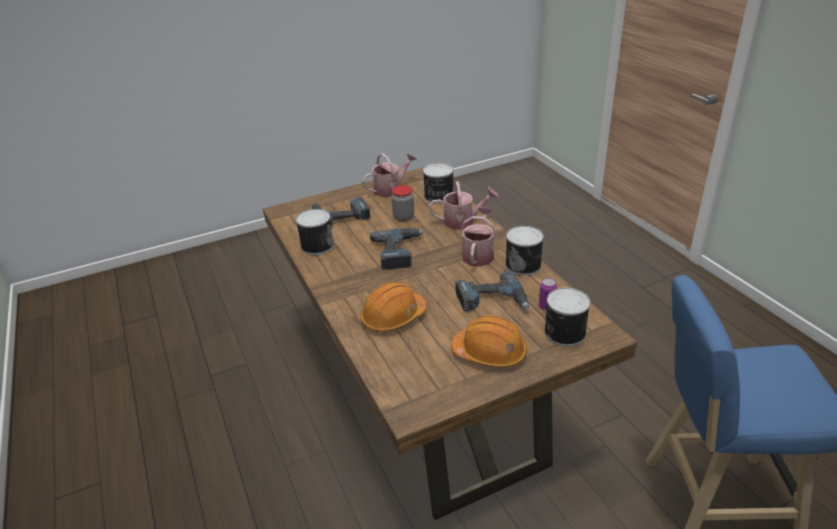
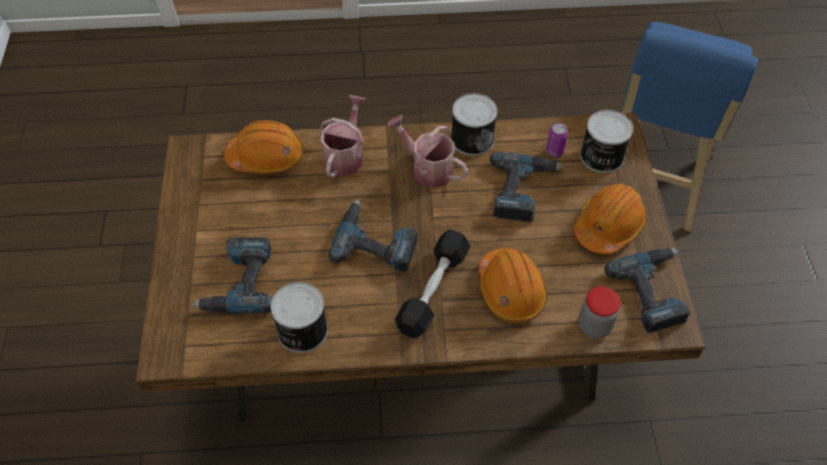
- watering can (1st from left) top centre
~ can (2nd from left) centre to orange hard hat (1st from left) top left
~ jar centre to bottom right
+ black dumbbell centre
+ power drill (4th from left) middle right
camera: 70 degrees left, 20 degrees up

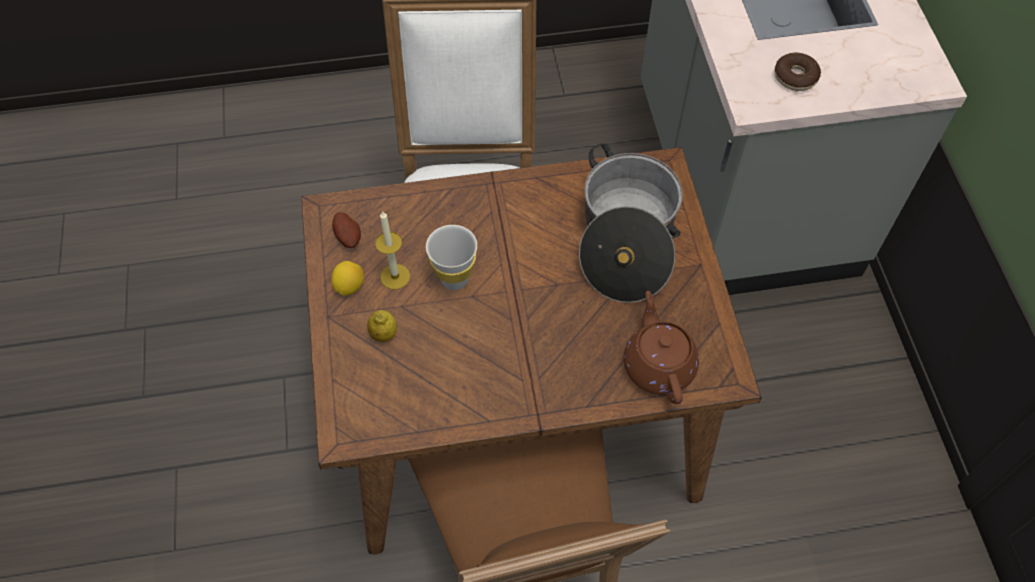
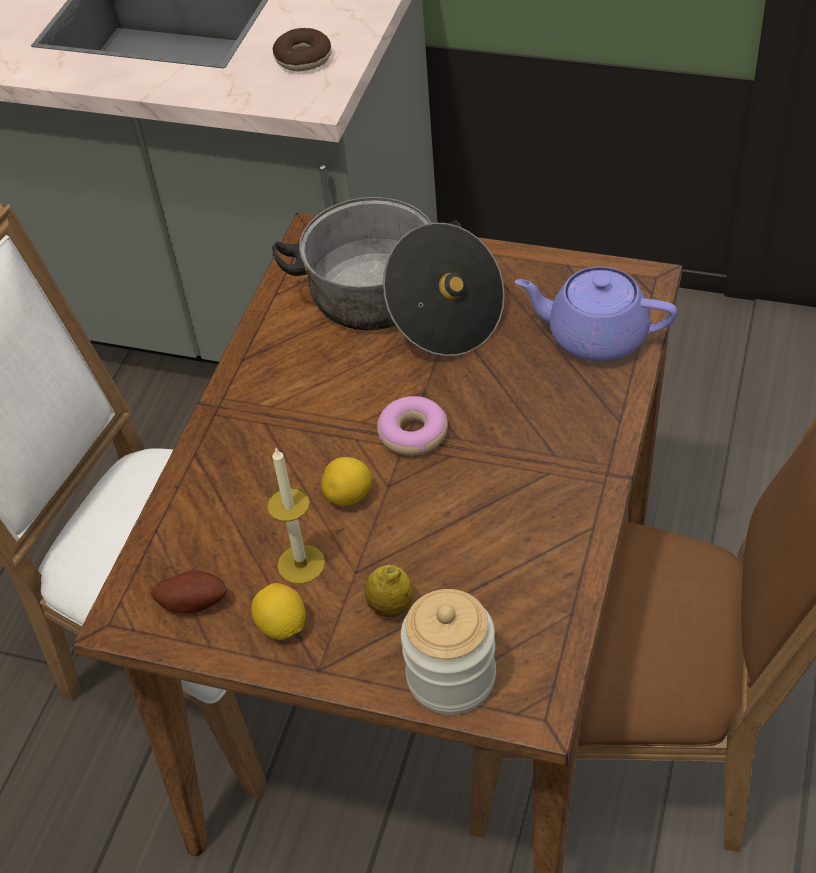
~ white cup centre to lemon (2nd from left) centre
~ brown teapot centre to purple teapot middle right
+ donut (2nd from left) centre
+ jar bottom centre
camera: 60 degrees left, 10 degrees down

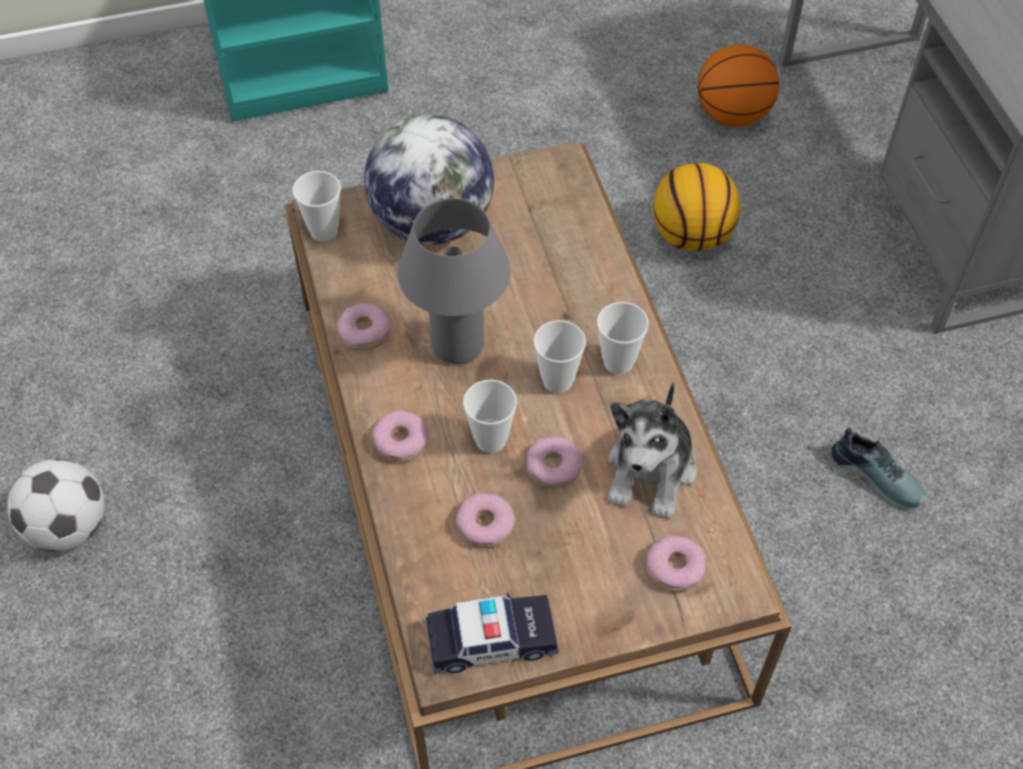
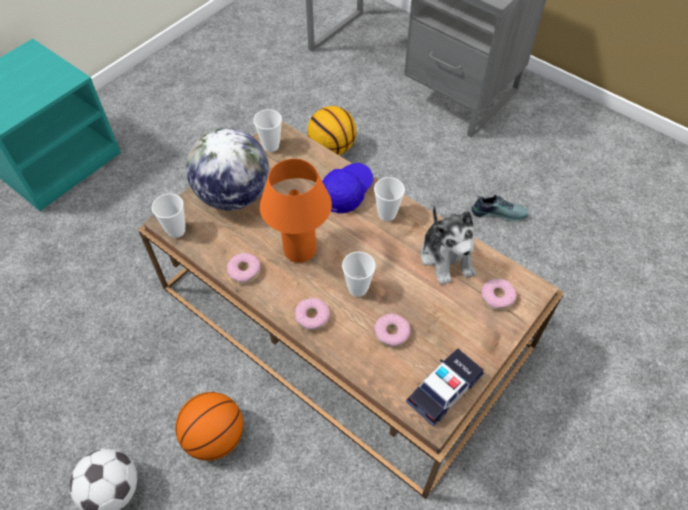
~ basketball (2nd from left in the first image) top right to basketball (1st from left) bottom left
~ grey table lamp centre to orange table lamp centre
~ cup (3rd from left in the first image) centre to cup (2nd from left) top centre
- donut (4th from left) centre
+ blue cap centre
camera: 35 degrees left, 0 degrees up

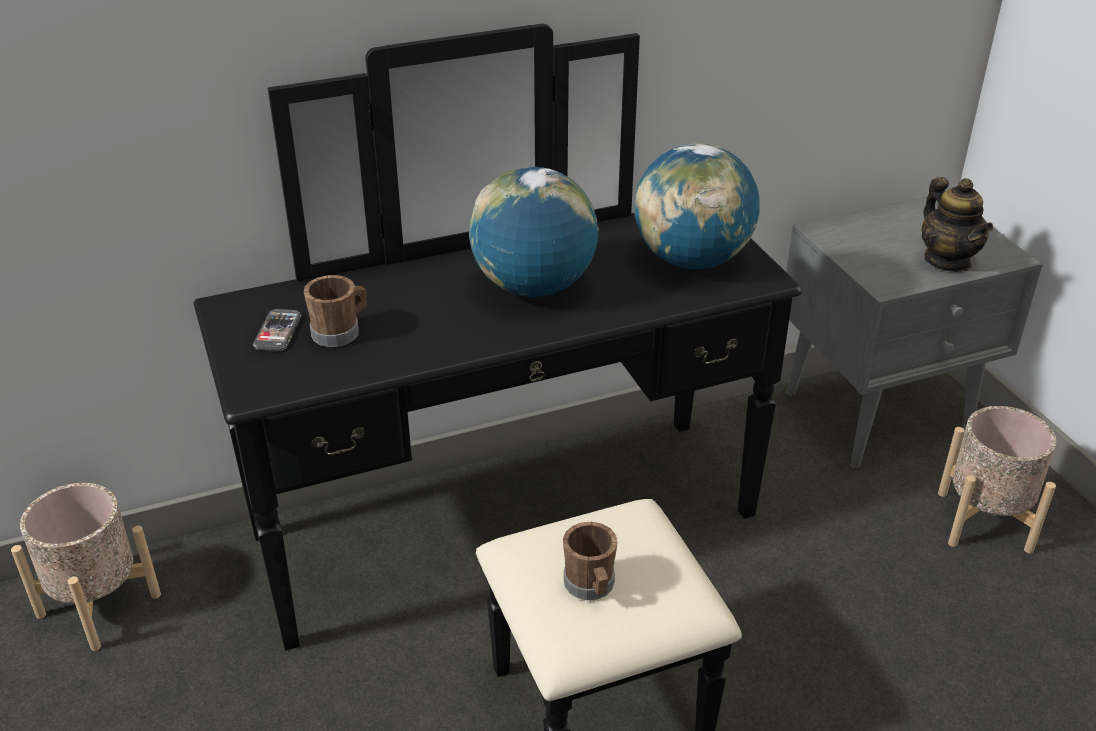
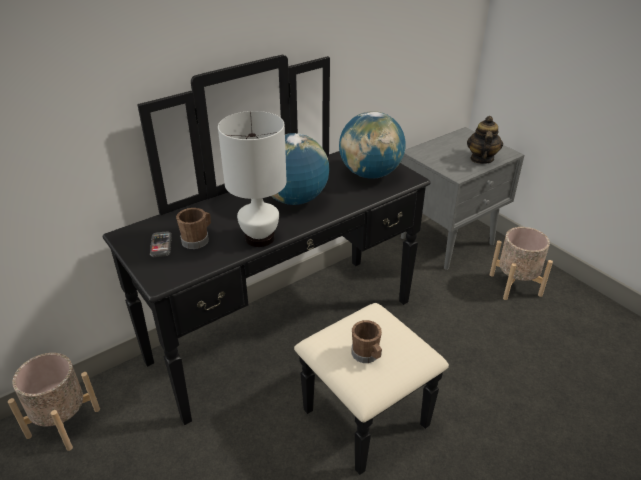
~ teapot top right = top right 135 degrees counterclockwise
+ white table lamp centre
camera: 15 degrees left, 0 degrees up

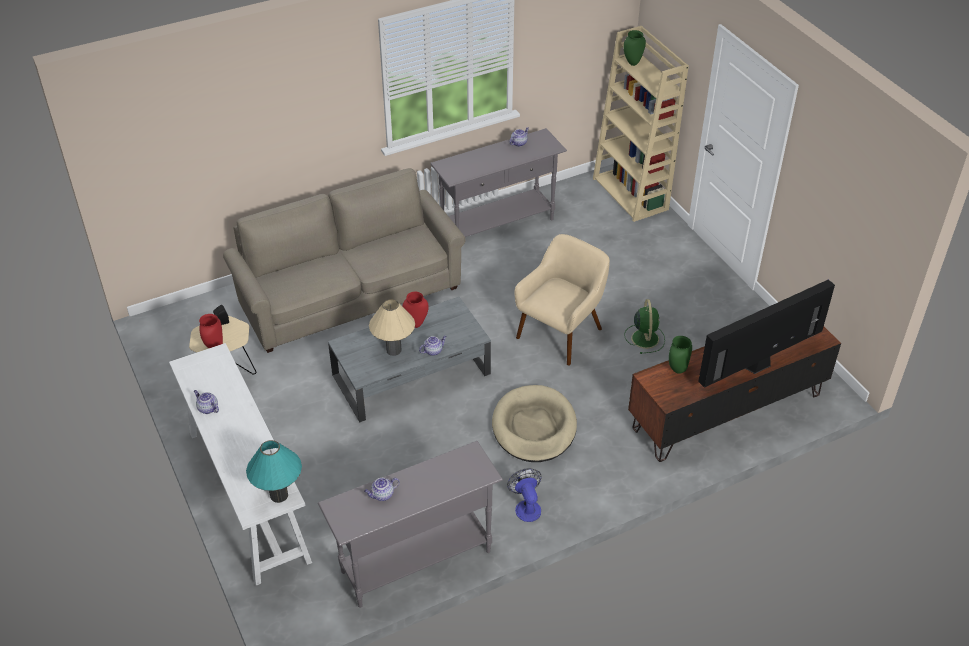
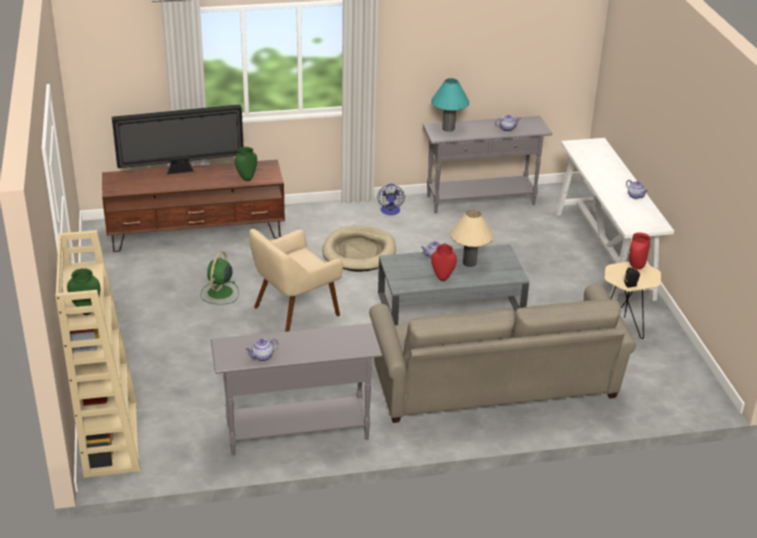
~ turquoise table lamp bottom left to top centre
camera: 165 degrees left, 10 degrees down

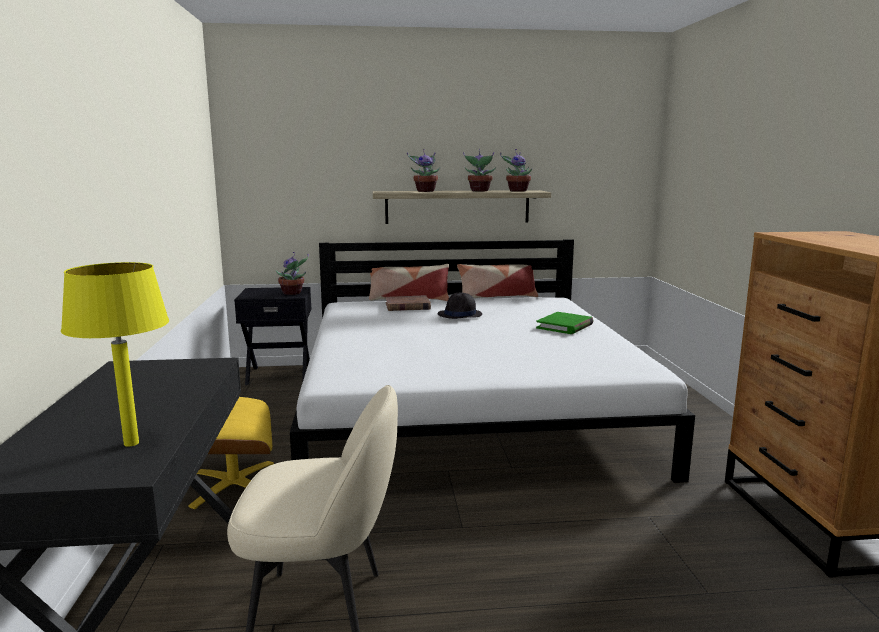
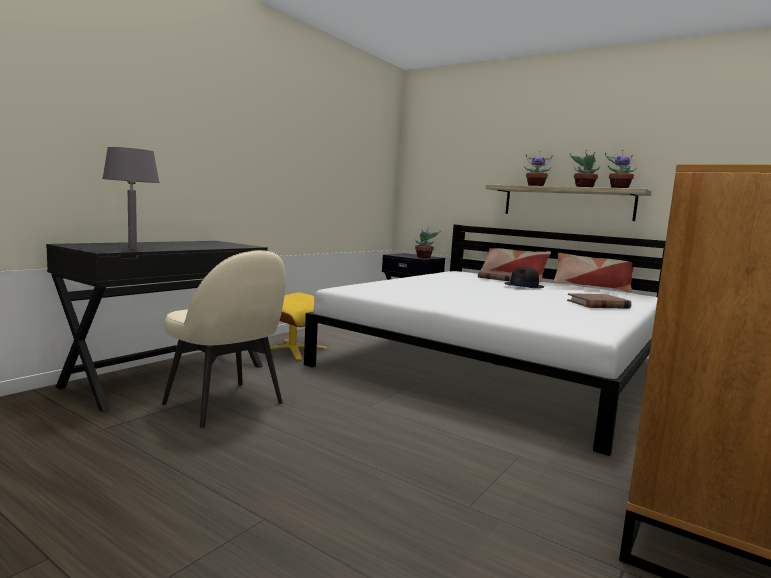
~ yellow table lamp middle left to grey table lamp middle left
~ green book centre to brown book (2nd from left) middle right
camera: 40 degrees right, 5 degrees down

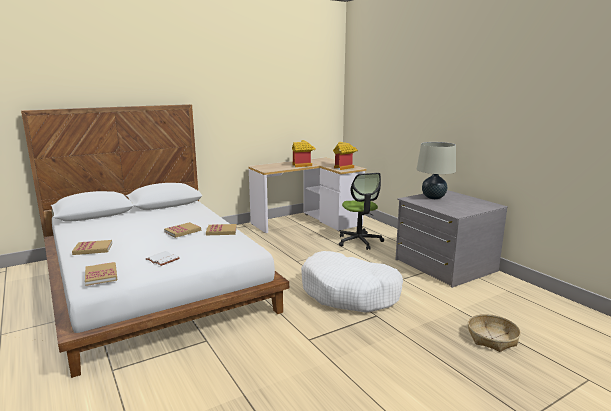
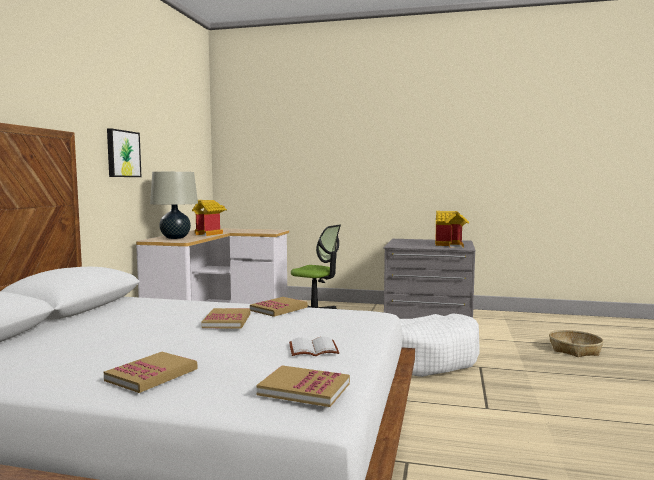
~ toy house (2nd from left) centre to middle right
~ beige table lamp middle right to middle left
+ picture top left
camera: 45 degrees left, 10 degrees down

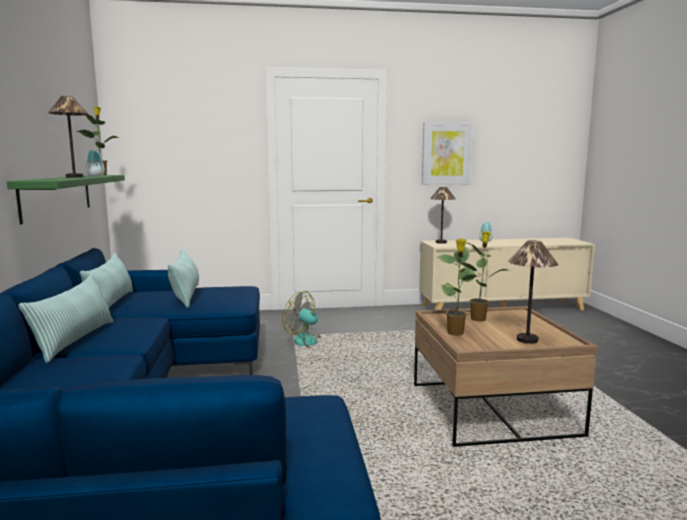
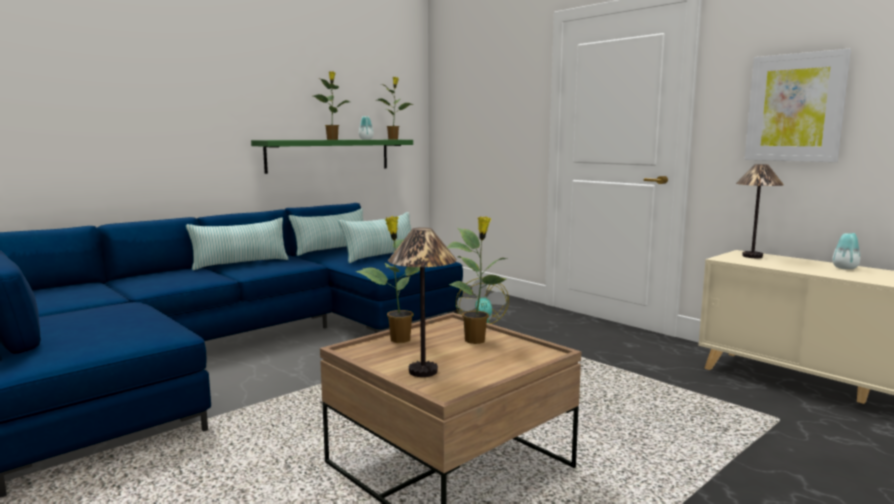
~ table lamp (1st from left) top left to potted plant (1st from left) top centre
camera: 55 degrees right, 0 degrees up

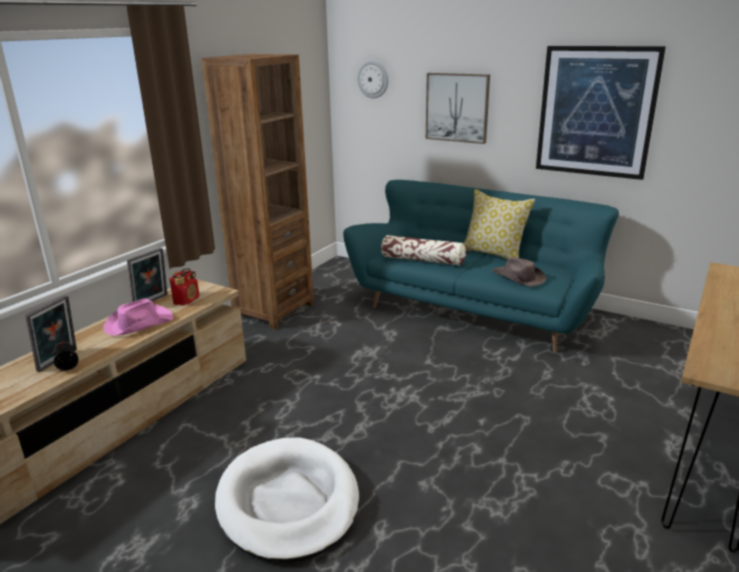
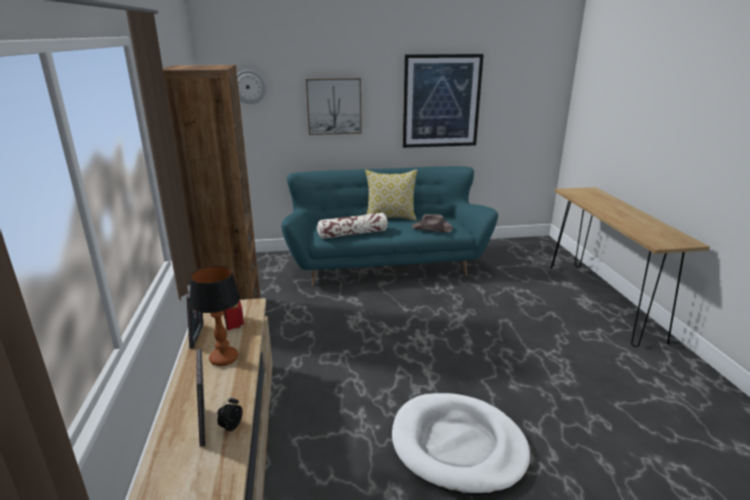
~ pink hat middle left to table lamp middle left
camera: 40 degrees left, 0 degrees up

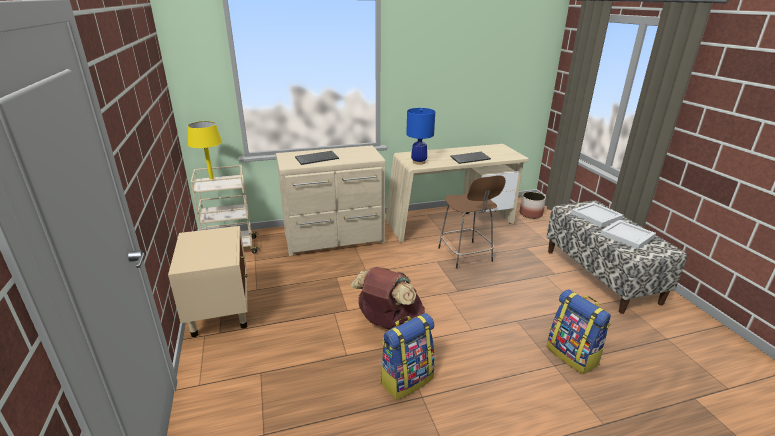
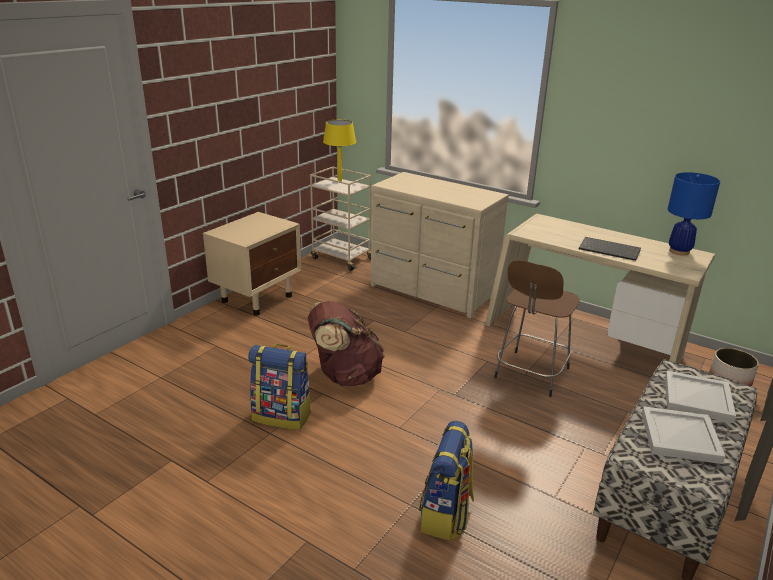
~ blue table lamp top centre to middle right
- keyboard (1st from left) centre
camera: 50 degrees right, 0 degrees up

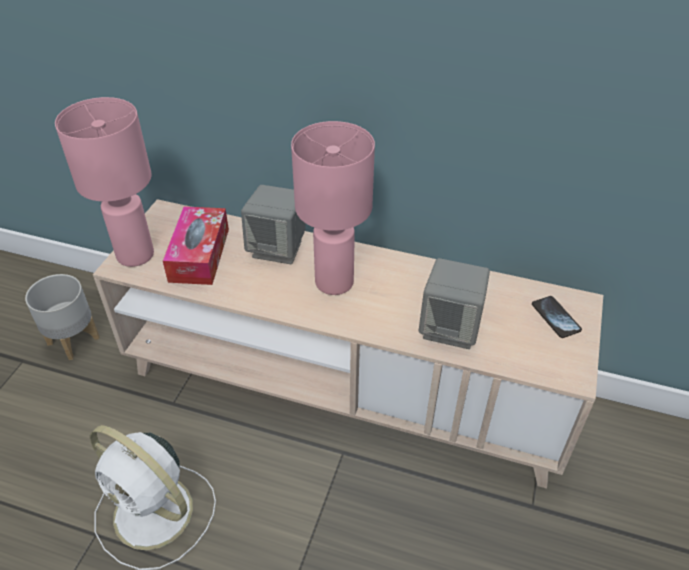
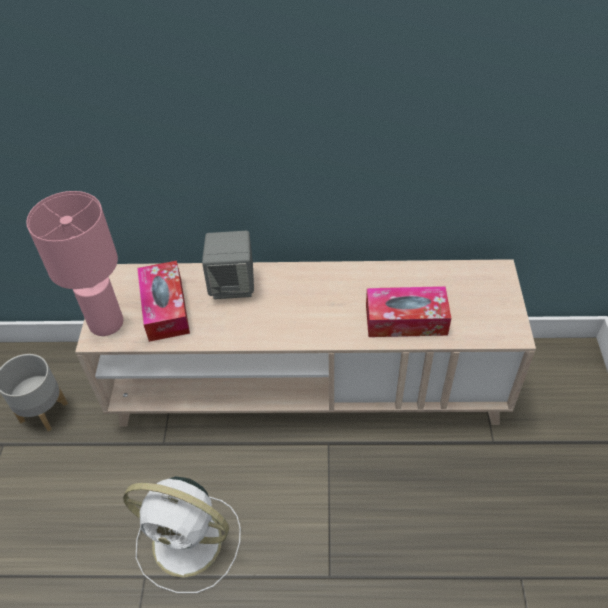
- pink table lamp (2nd from left) centre
~ grey speaker (2nd from left) centre to tissue box (2nd from left) middle right
- phone middle right
camera: 15 degrees left, 5 degrees up

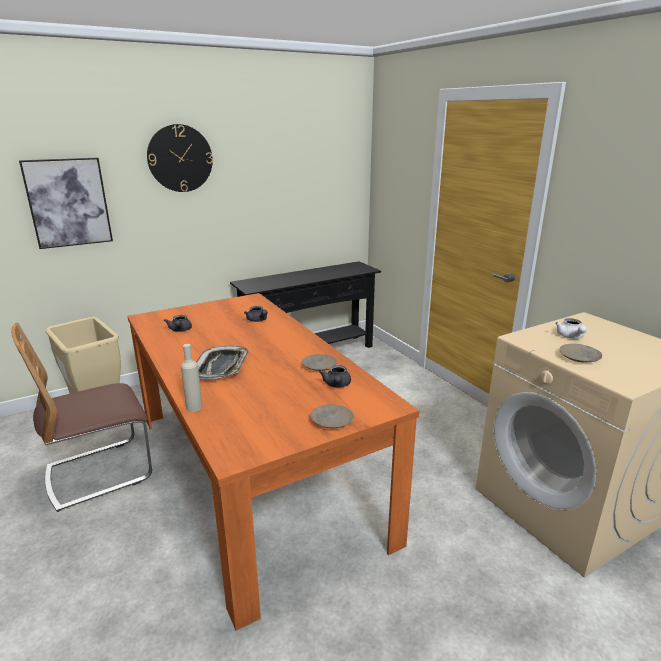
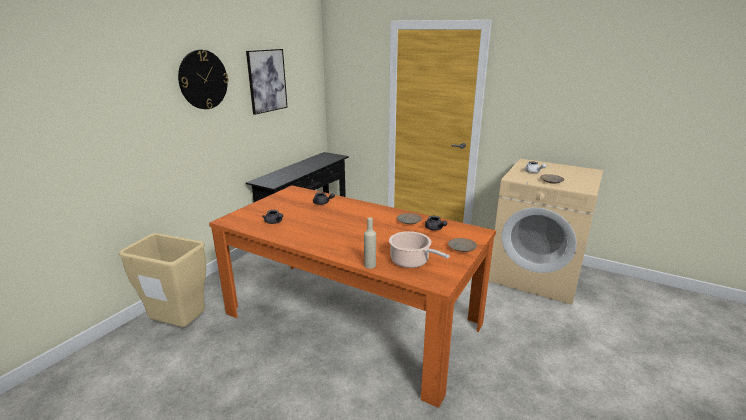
~ picture top left to top centre
- chair middle left
- tray centre
+ cooking pot centre
camera: 30 degrees left, 0 degrees up

